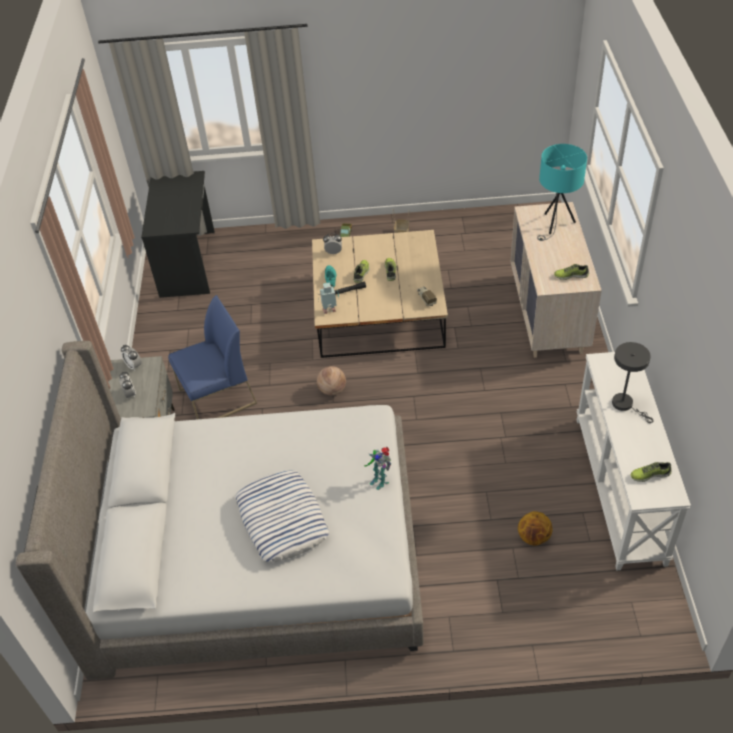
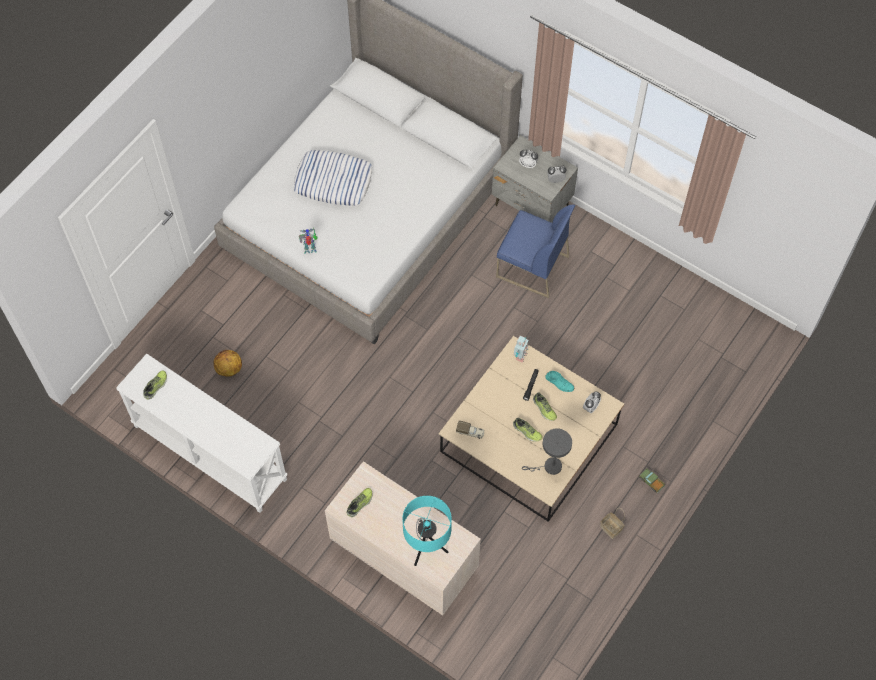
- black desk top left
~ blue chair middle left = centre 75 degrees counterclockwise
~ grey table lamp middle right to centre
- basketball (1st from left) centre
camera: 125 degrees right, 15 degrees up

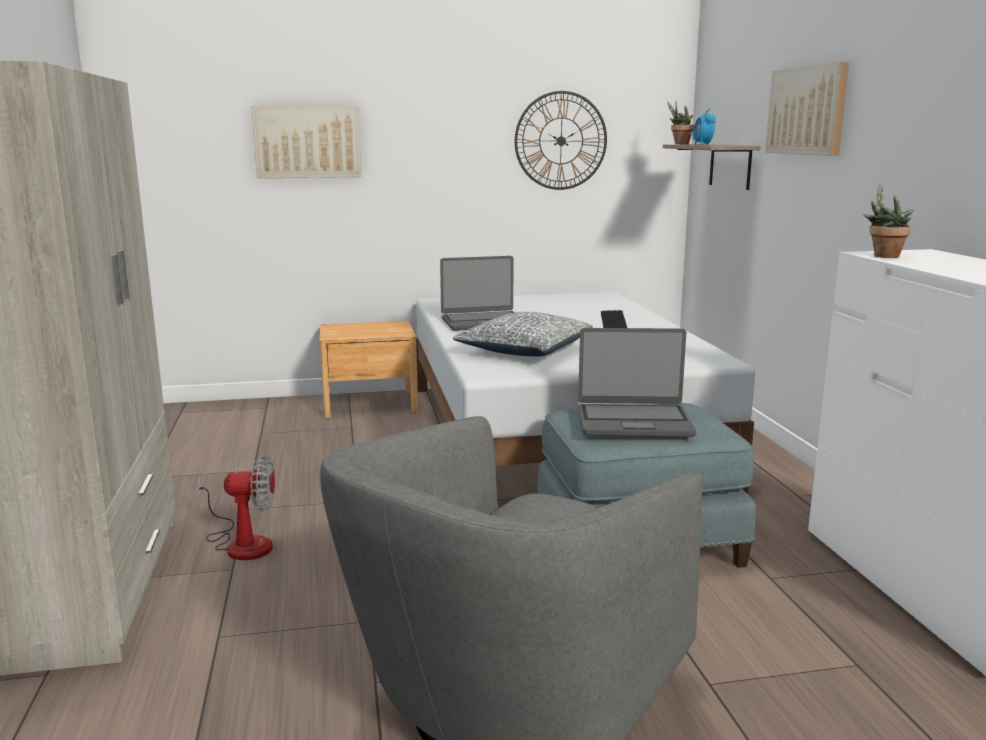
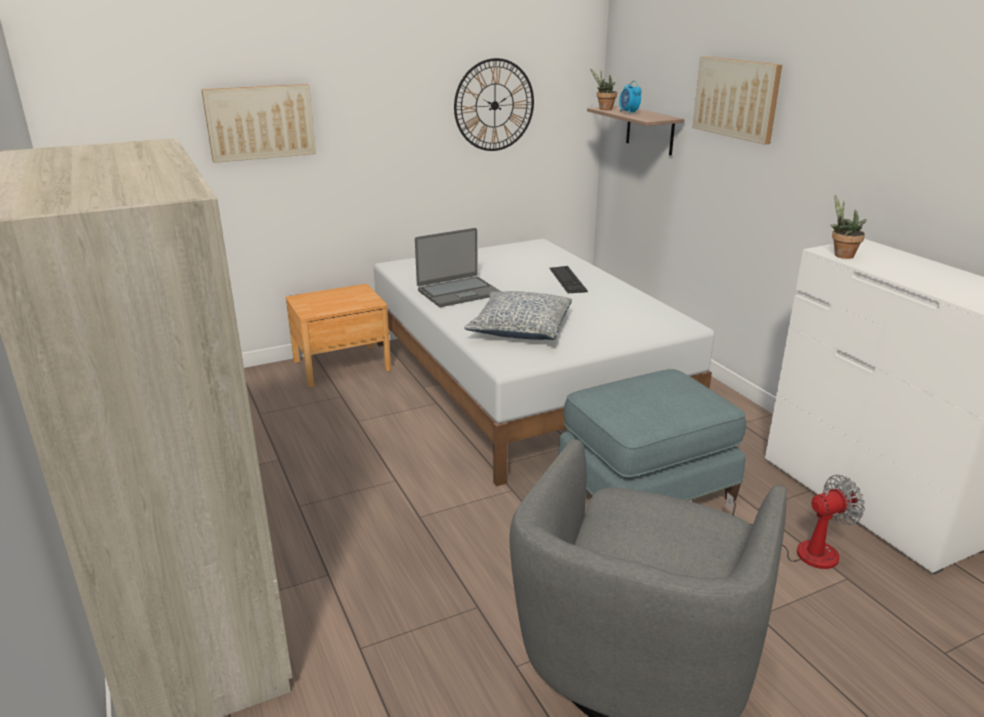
- laptop (2nd from left) centre
~ fan bottom left to bottom right
camera: 15 degrees left, 10 degrees up

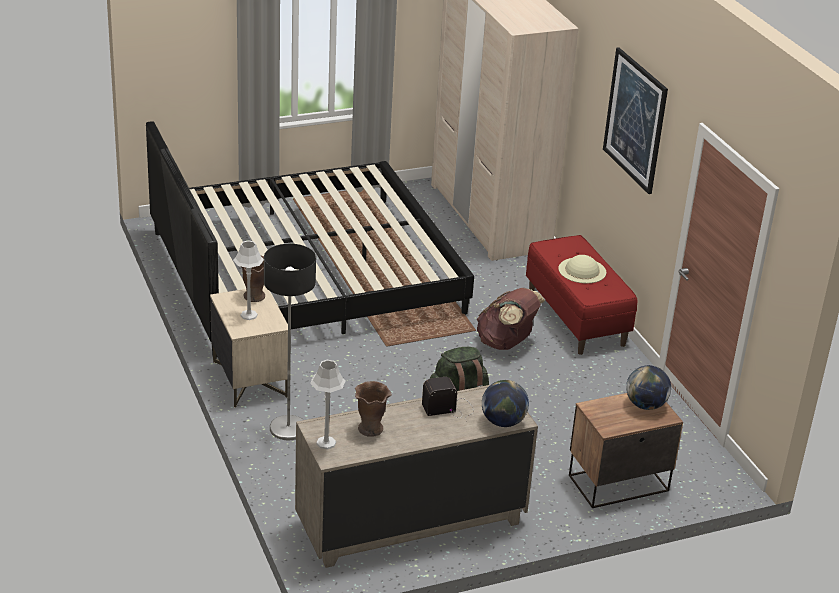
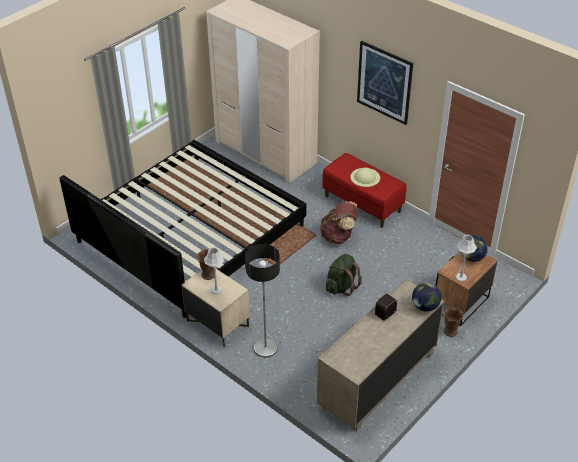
~ grey table lamp (2nd from left) bottom centre to middle right
~ brown vase (2nd from left) bottom centre to bottom right
camera: 25 degrees left, 10 degrees up

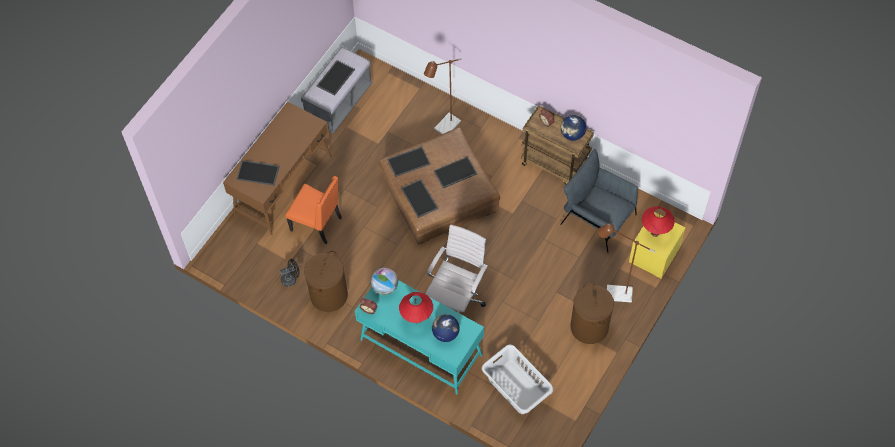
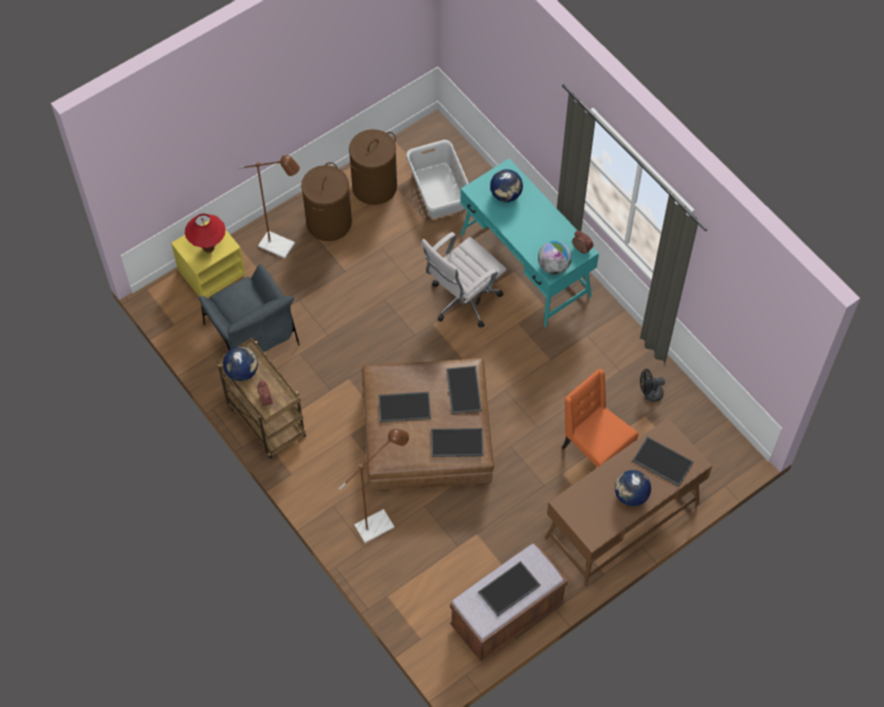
~ grey bench top centre to brown bench bottom centre
~ brown laundry basket (1st from left in the first image) centre to brown laundry basket (2nd from left) top centre
- red table lamp (1st from left) bottom centre
+ globe (4th from left) bottom right
camera: 160 degrees left, 0 degrees up

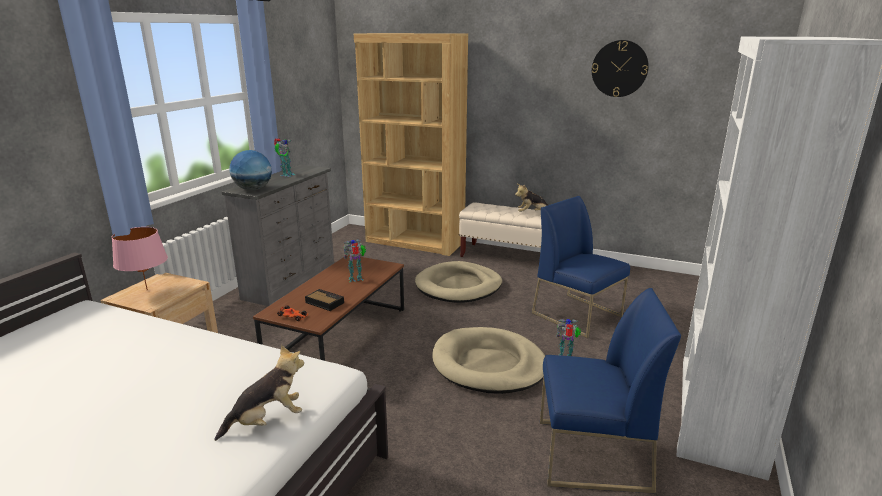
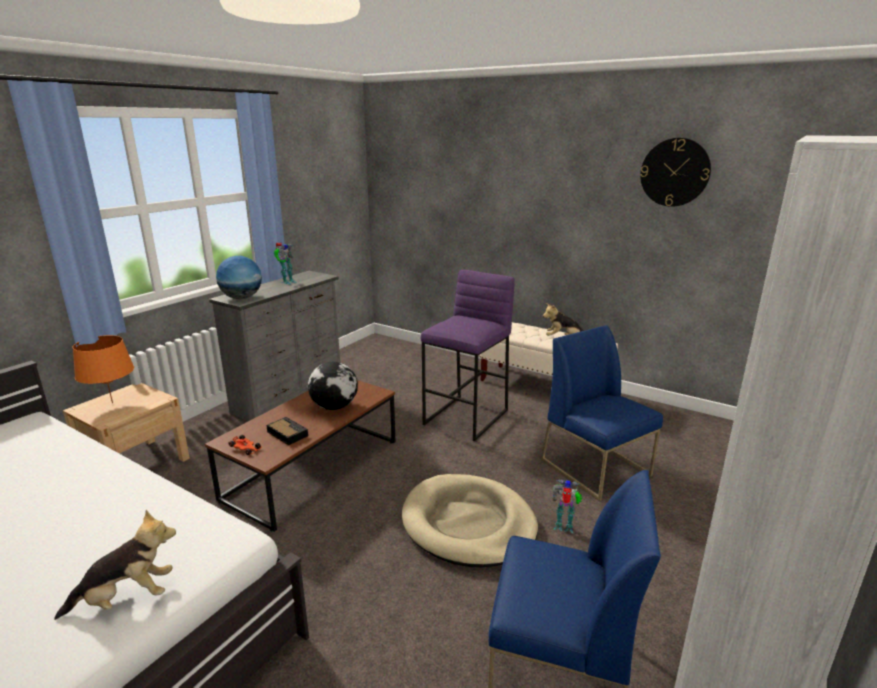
- brown bookcase top centre
~ pink table lamp middle left to orange table lamp middle left
~ toy robot (2nd from left) centre to globe (2nd from left) centre
~ beige dog bed (1st from left) centre to purple stool centre
camera: 10 degrees right, 0 degrees up

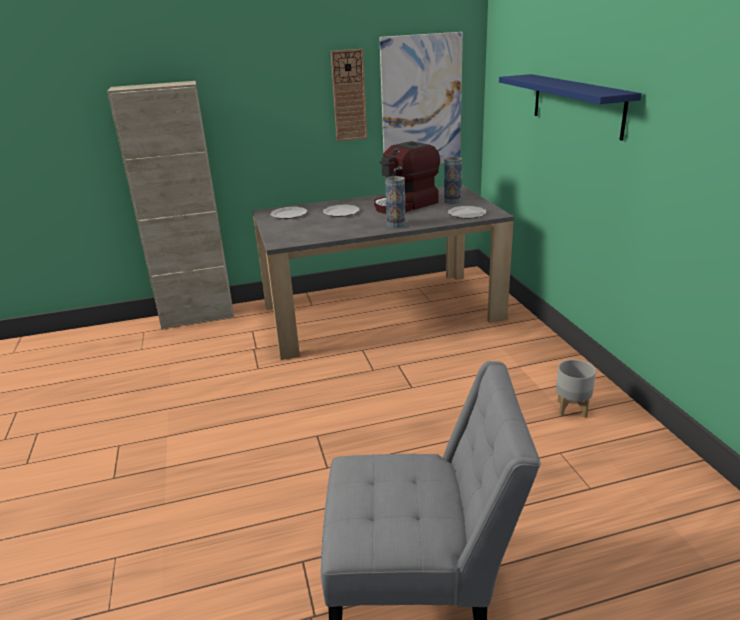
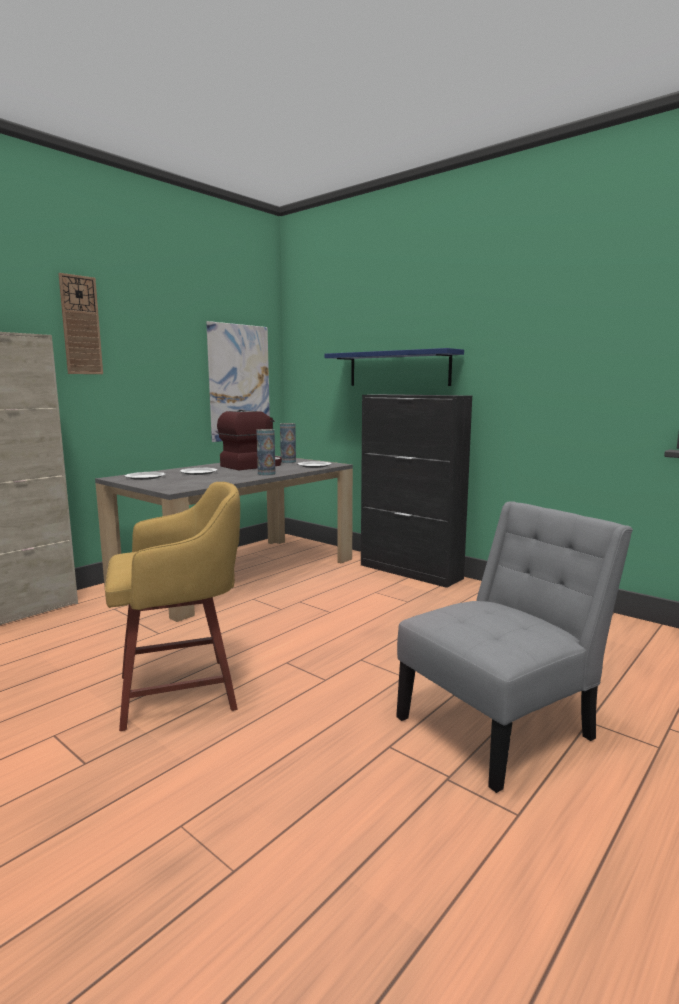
~ wall clock top centre to top left
~ coffee machine top centre = centre 150 degrees counterclockwise
- grey planter middle right
+ black cabinet centre
+ yellow stool middle left
camera: 35 degrees left, 15 degrees down

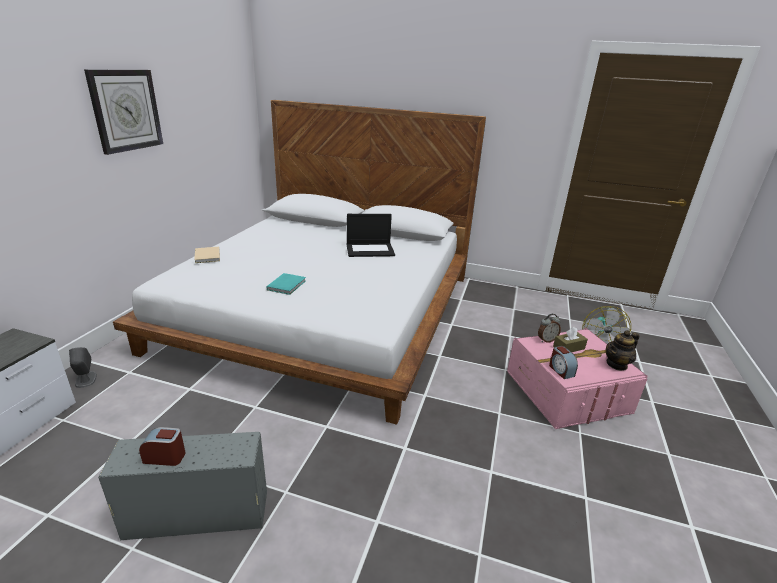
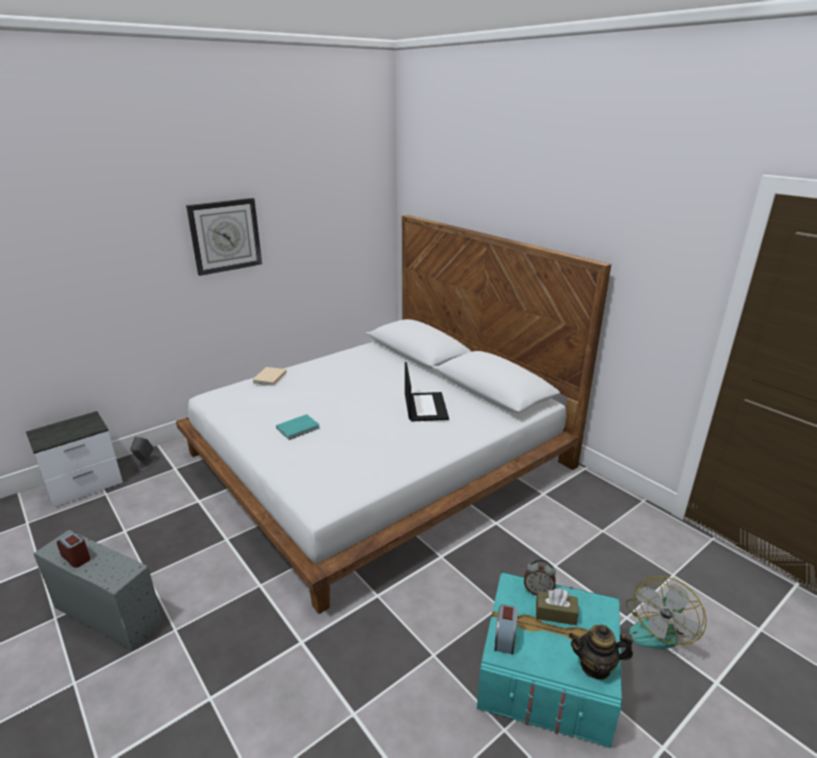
~ laptop centre = centre 120 degrees counterclockwise
~ pink storage box middle right to turquoise storage box bottom right
camera: 35 degrees right, 0 degrees up

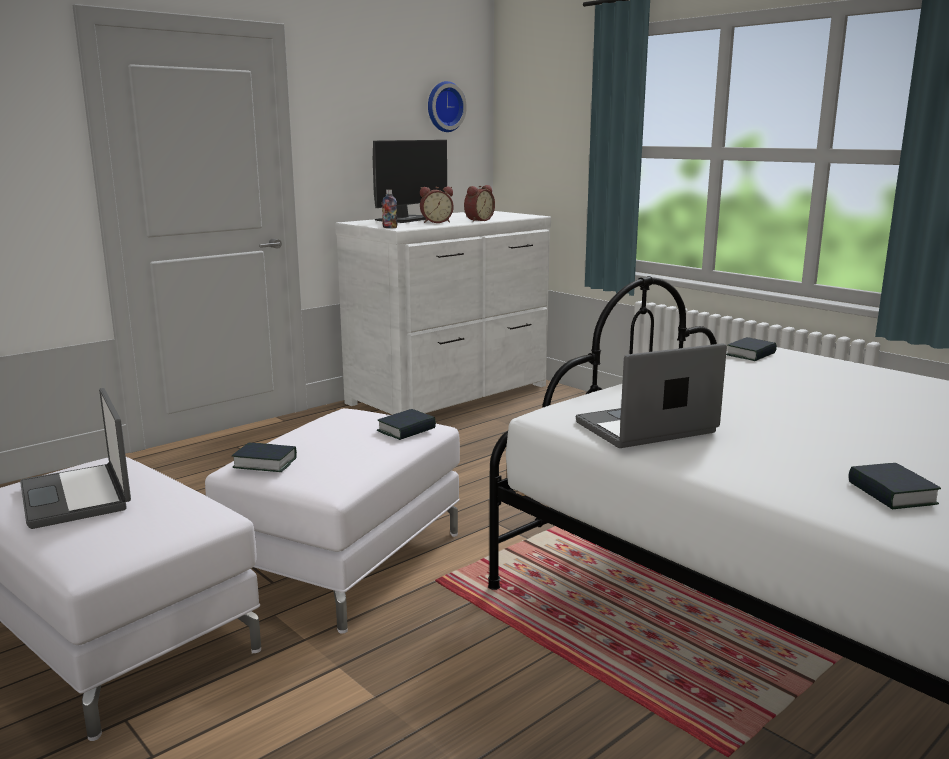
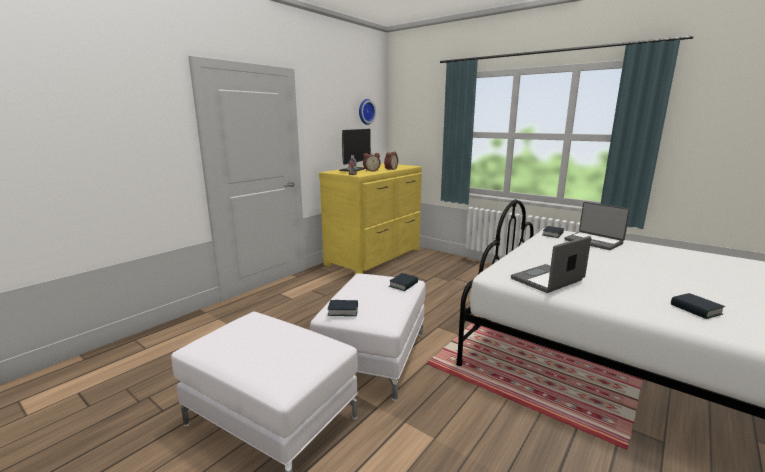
~ white dresser centre to yellow dresser centre
~ laptop (1st from left in the first image) middle left to laptop (2nd from left) middle right
camera: 10 degrees left, 0 degrees up

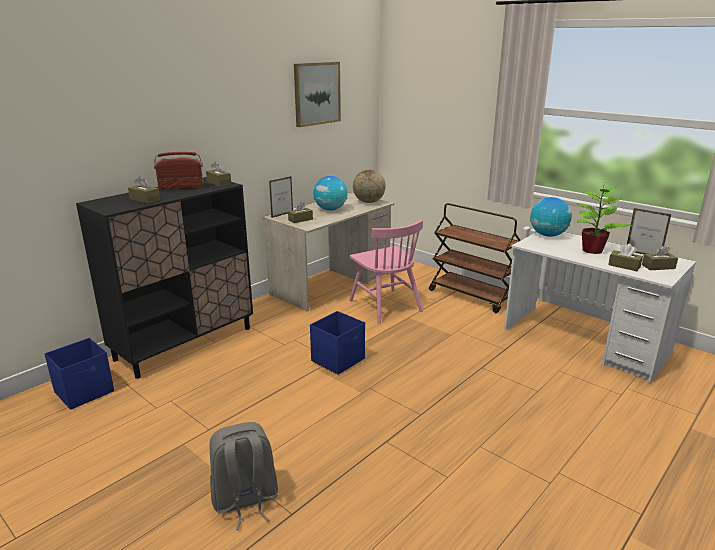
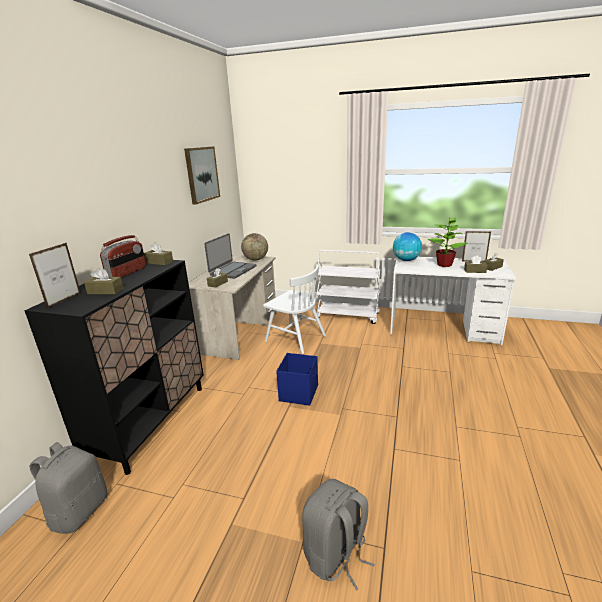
~ radio top left = middle left 150 degrees clockwise
~ picture frame (1st from left) centre to middle left
~ globe (1st from left) centre to laptop centre
~ brown cart centre to white cart centre
~ pink chair centre to white chair centre
~ blue storage box (1st from left) bottom left to grey backpack (1st from left) bottom left
camera: 25 degrees left, 0 degrees up

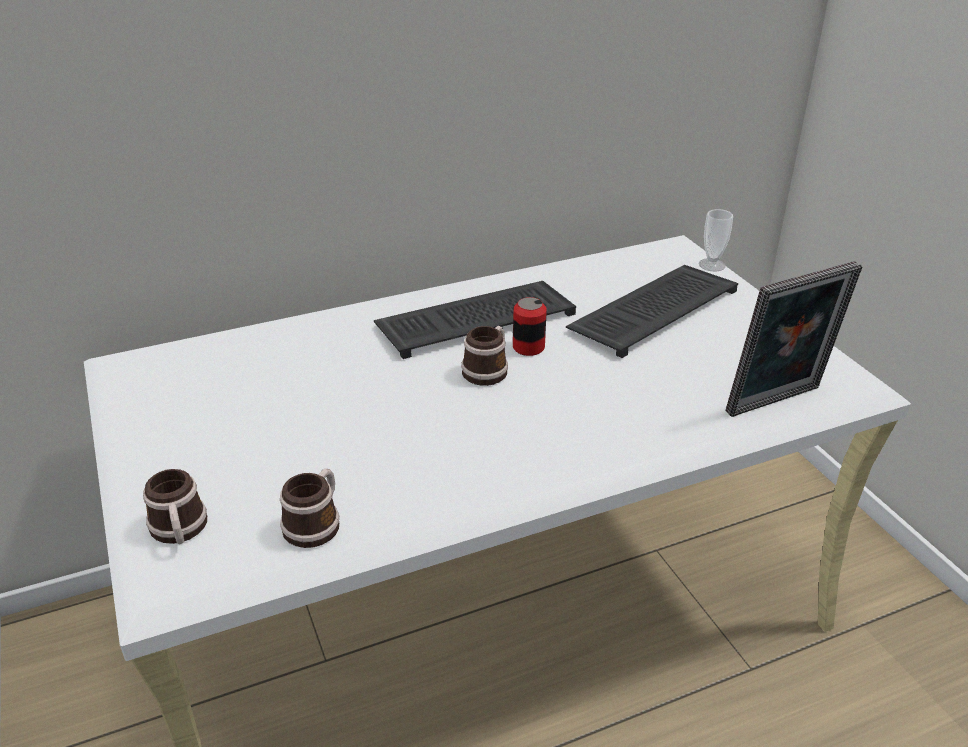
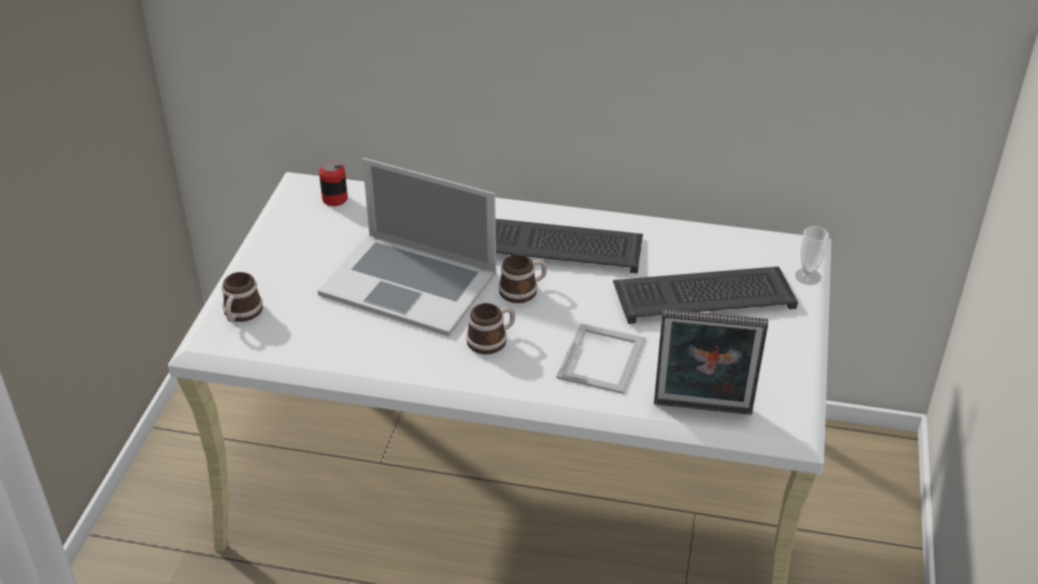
~ can centre to top left
~ mug (2nd from left) bottom left to centre
+ laptop centre
+ picture frame (1st from left) centre
camera: 35 degrees right, 5 degrees up

